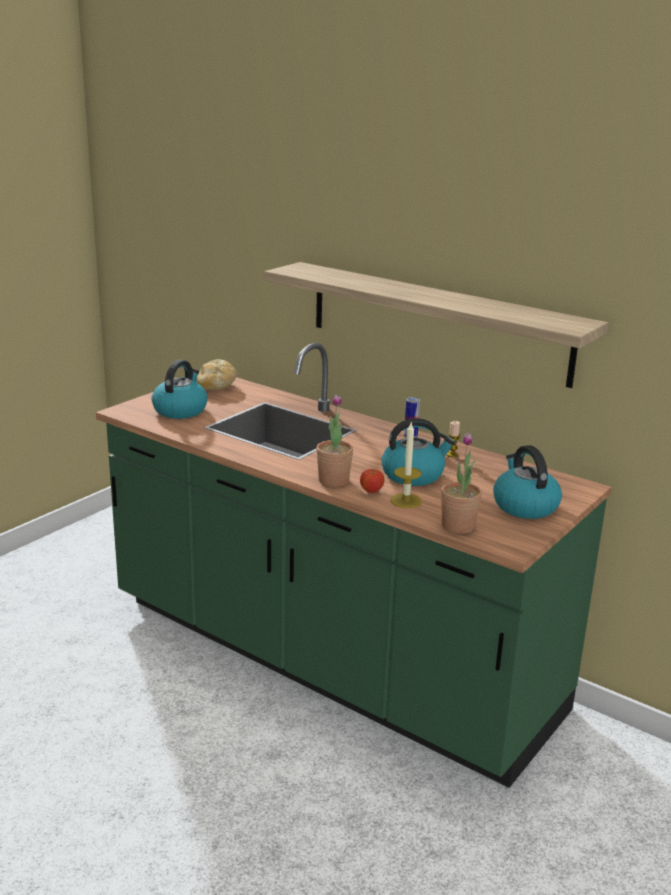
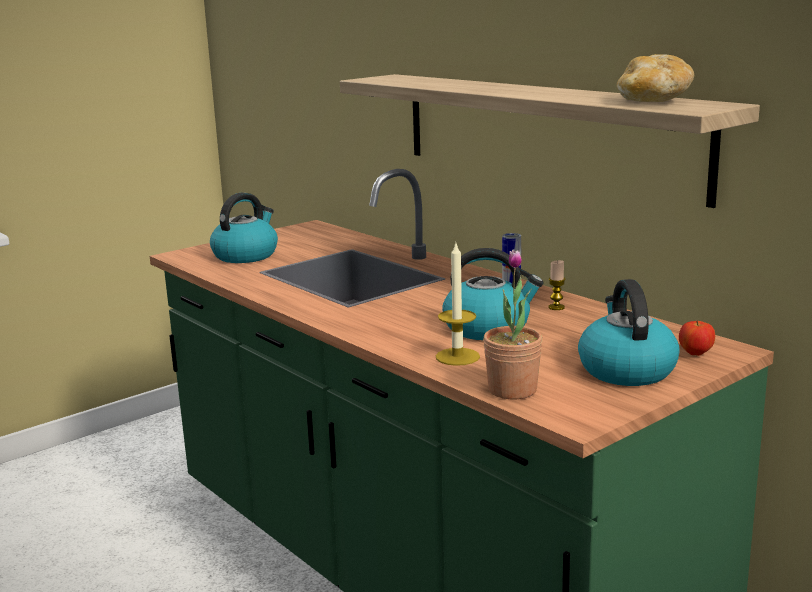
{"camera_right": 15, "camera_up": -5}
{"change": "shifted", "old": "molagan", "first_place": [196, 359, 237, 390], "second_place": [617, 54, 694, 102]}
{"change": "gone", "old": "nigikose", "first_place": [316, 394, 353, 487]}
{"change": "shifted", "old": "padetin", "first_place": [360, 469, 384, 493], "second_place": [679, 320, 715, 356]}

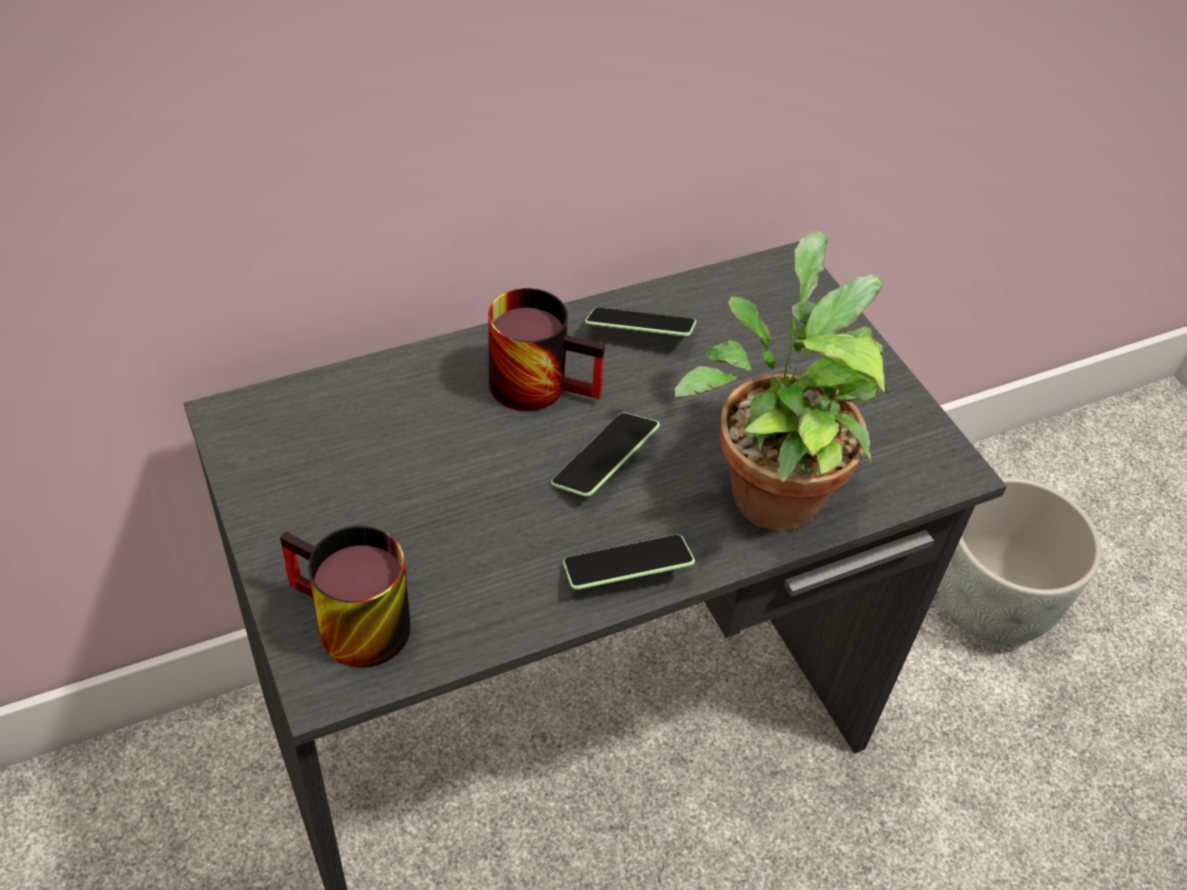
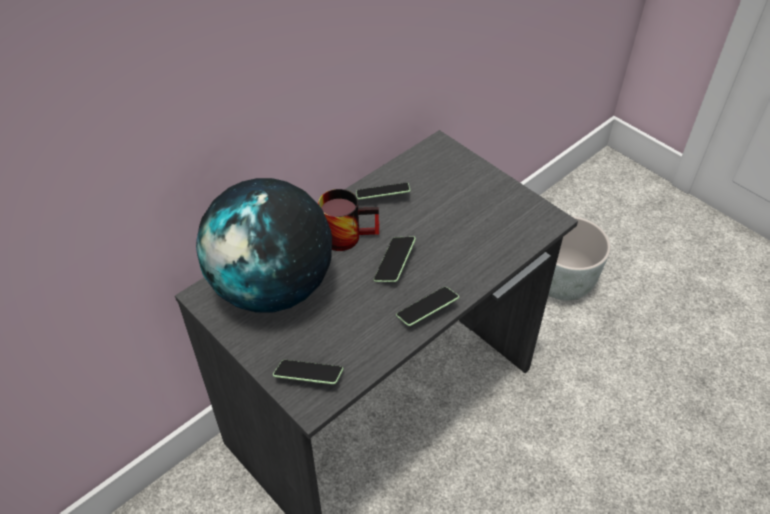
{"camera_right": -15, "camera_up": 0}
{"change": "gone", "old": "nigikose", "first_place": [675, 231, 889, 532]}
{"change": "swapped", "old": "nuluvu", "new": "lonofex", "first_place": [280, 526, 411, 667], "second_place": [273, 360, 344, 384]}
{"change": "new", "new": "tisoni", "second_place": [196, 178, 332, 313]}

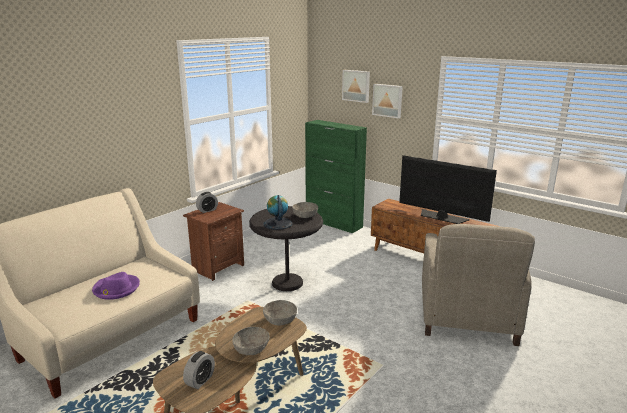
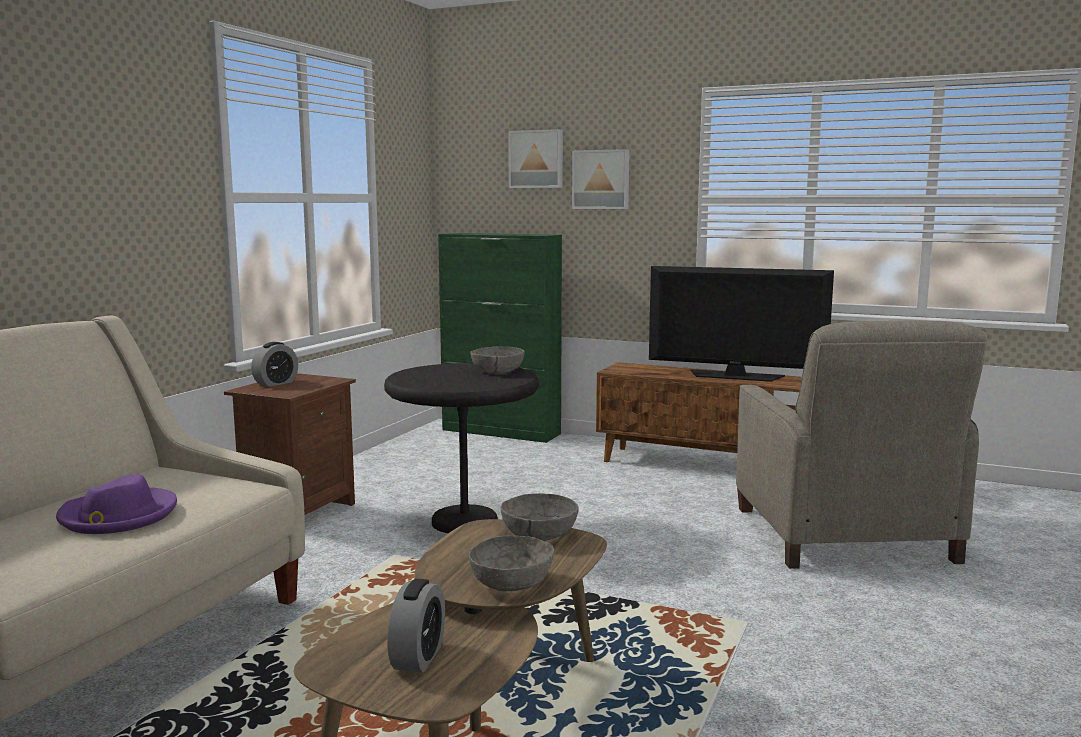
{"camera_right": -15, "camera_up": -10}
{"change": "gone", "old": "tisoni", "first_place": [263, 195, 292, 230]}

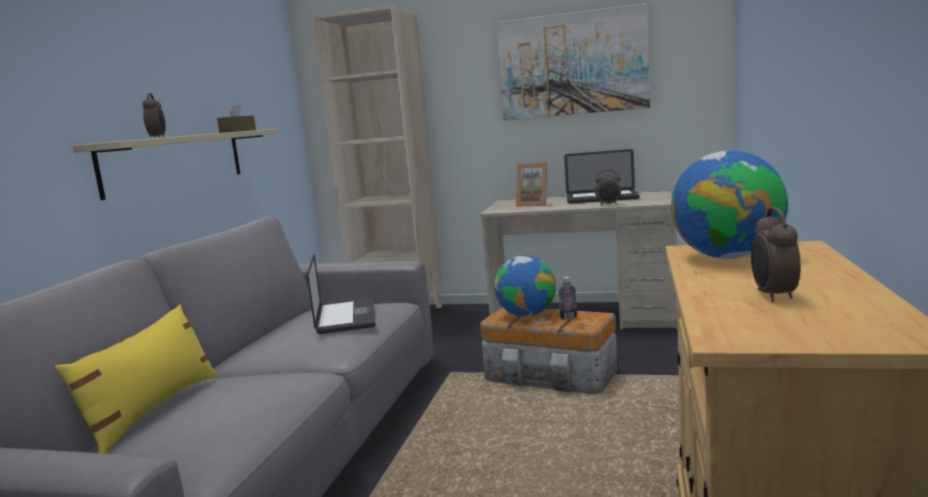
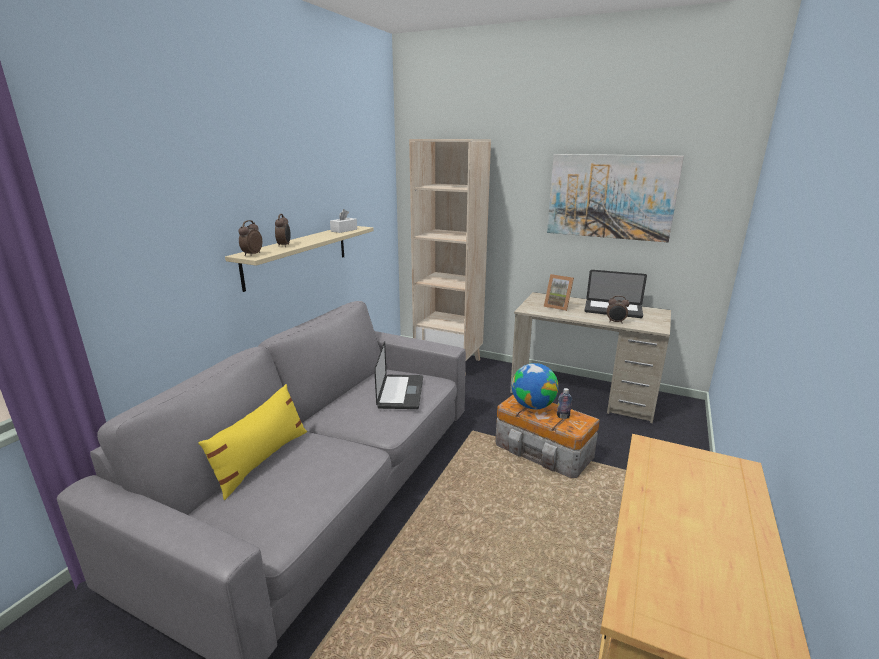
{"camera_right": 10, "camera_up": 10}
{"change": "repainted", "old": "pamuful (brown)", "new": "pamuful (white)", "first_place": [217, 102, 256, 133], "second_place": [330, 209, 357, 233]}
{"change": "gone", "old": "tisoni", "first_place": [671, 150, 788, 259]}
{"change": "shifted", "old": "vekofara", "first_place": [751, 207, 801, 302], "second_place": [239, 220, 262, 256]}

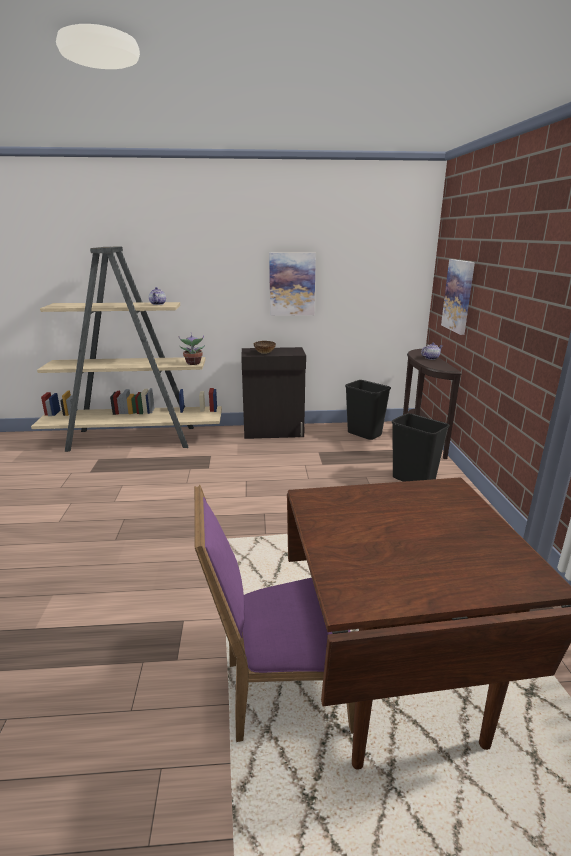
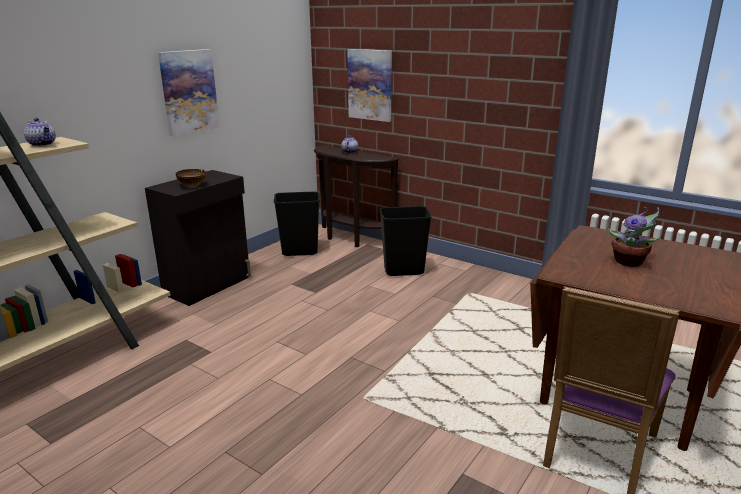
{"camera_right": -50, "camera_up": 0}
{"change": "shifted", "old": "nigikose", "first_place": [179, 332, 205, 365], "second_place": [608, 207, 660, 267]}

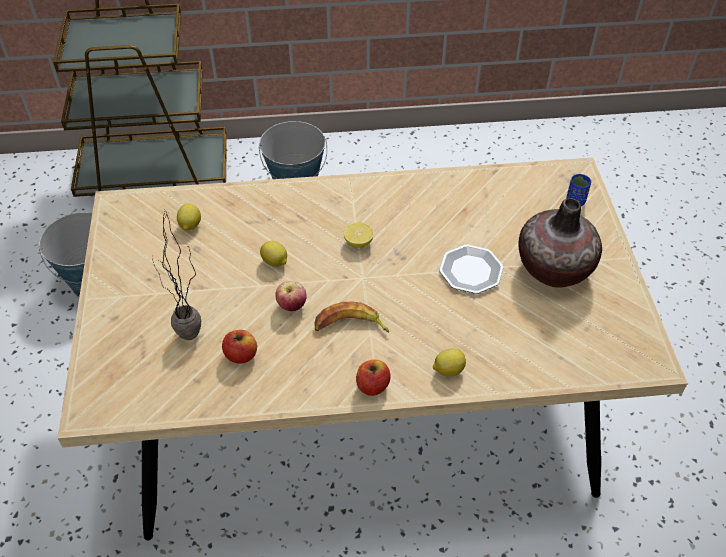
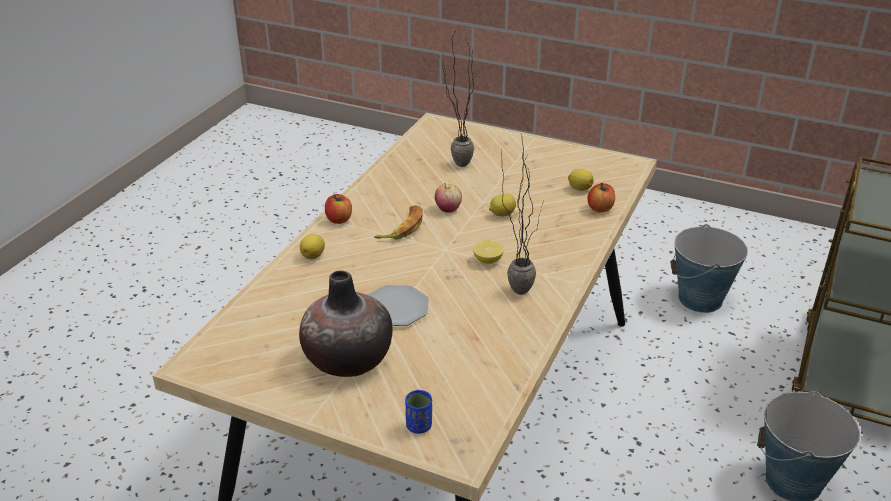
{"camera_right": 120, "camera_up": -15}
{"change": "shifted", "old": "padetin", "first_place": [222, 330, 257, 364], "second_place": [587, 183, 615, 212]}
{"change": "new", "new": "nigikose", "second_place": [501, 134, 542, 295]}

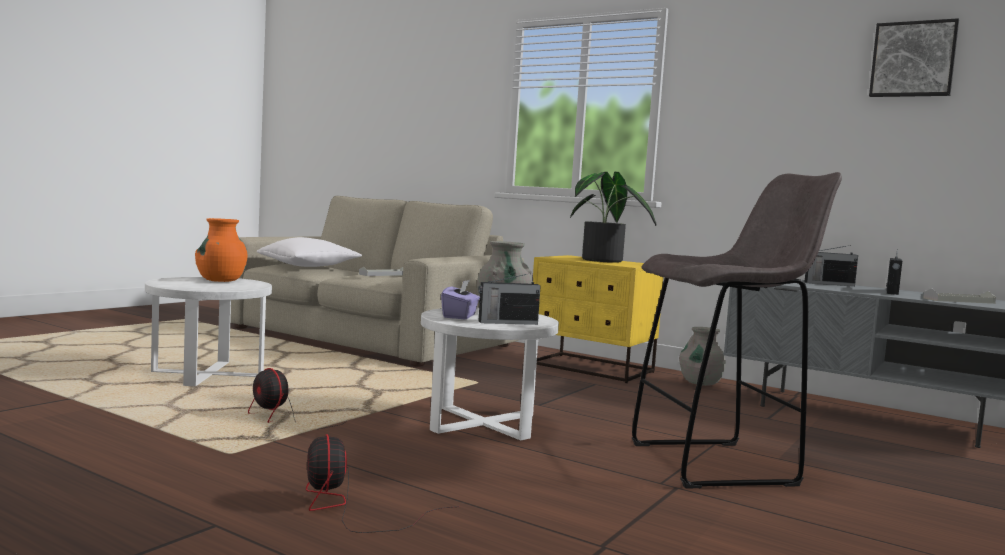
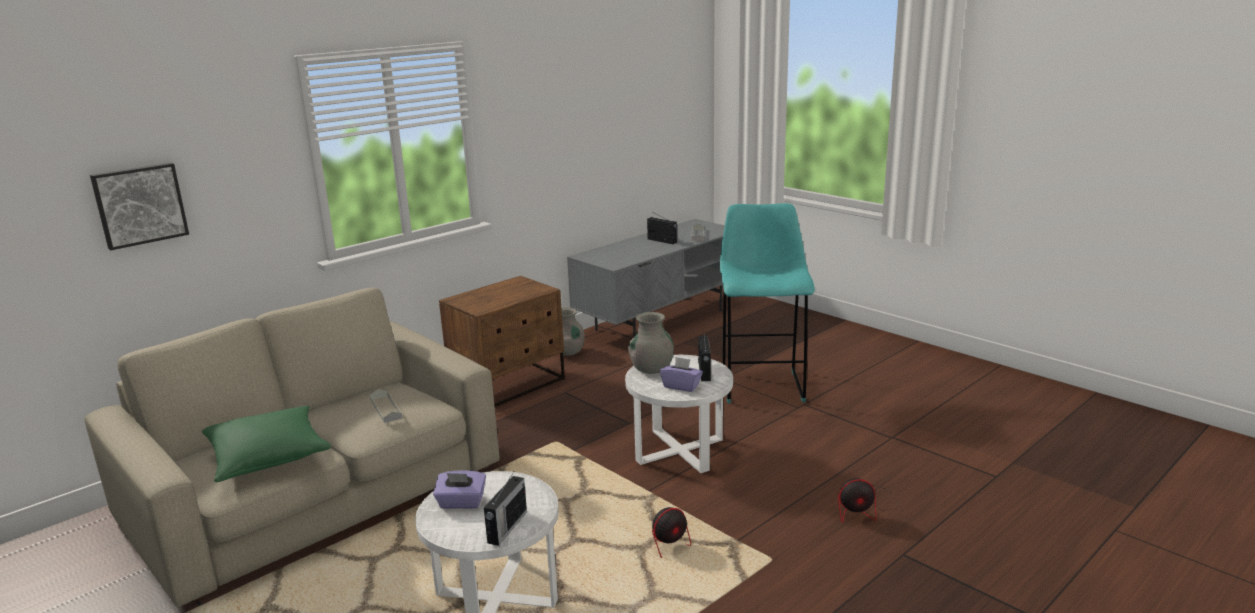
{"camera_right": -75, "camera_up": 15}
{"change": "shifted", "old": "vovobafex", "first_place": [869, 18, 959, 97], "second_place": [90, 163, 189, 250]}
{"change": "gone", "old": "nigikose", "first_place": [570, 172, 656, 263]}
{"change": "repainted", "old": "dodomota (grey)", "new": "dodomota (turquoise)", "first_place": [632, 172, 842, 489], "second_place": [720, 203, 815, 403]}
{"change": "swapped", "old": "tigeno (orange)", "new": "pamuful (purple)", "first_place": [195, 218, 248, 282], "second_place": [433, 470, 486, 509]}
{"change": "repainted", "old": "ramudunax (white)", "new": "ramudunax (green)", "first_place": [257, 237, 362, 267], "second_place": [202, 406, 331, 482]}
{"change": "shifted", "old": "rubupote", "first_place": [805, 245, 858, 286], "second_place": [484, 472, 527, 546]}
{"change": "repainted", "old": "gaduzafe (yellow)", "new": "gaduzafe (brown)", "first_place": [533, 255, 663, 383], "second_place": [439, 276, 565, 407]}

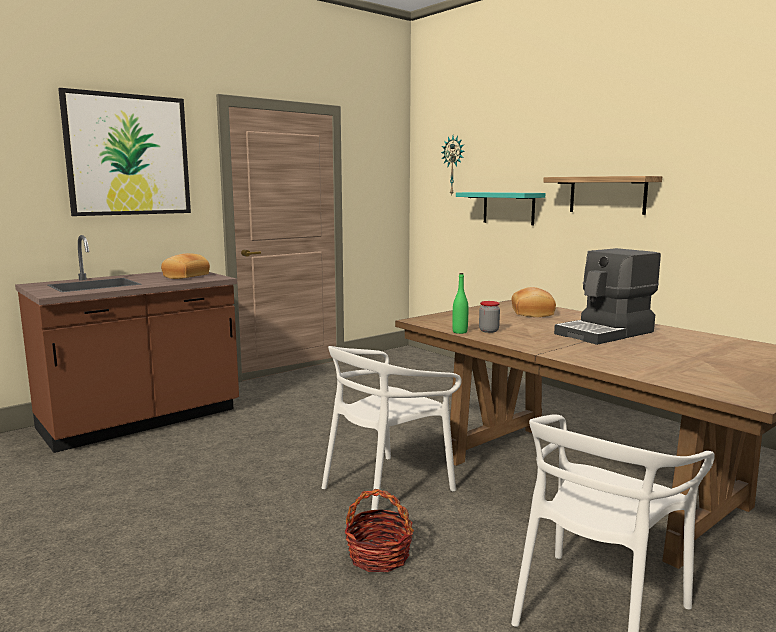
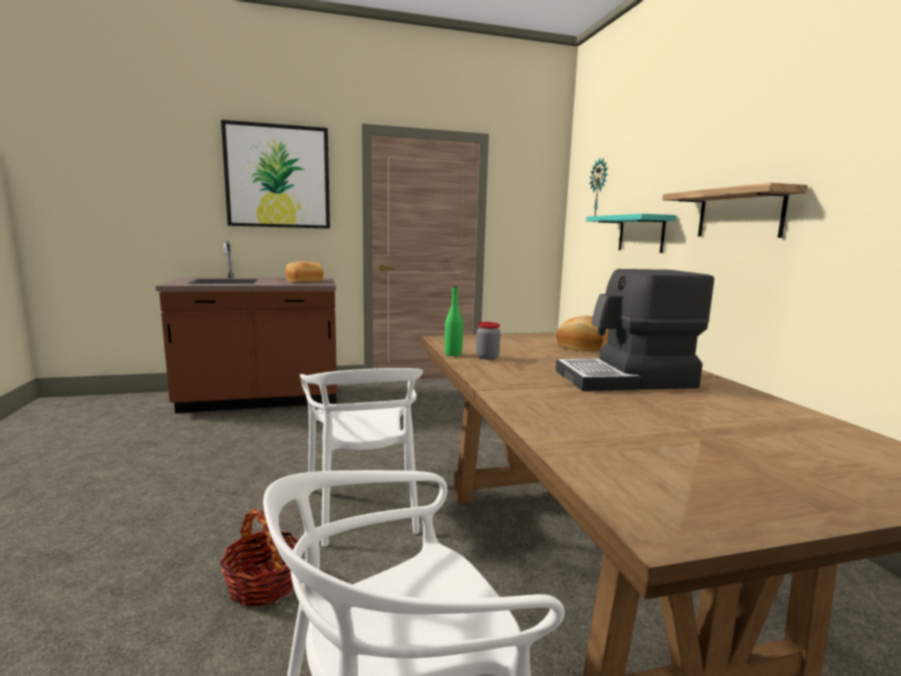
{"camera_right": 25, "camera_up": 0}
{"change": "rotated", "old": "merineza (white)", "first_place": [322, 346, 462, 517], "second_place": [300, 368, 423, 547], "degrees": -90}

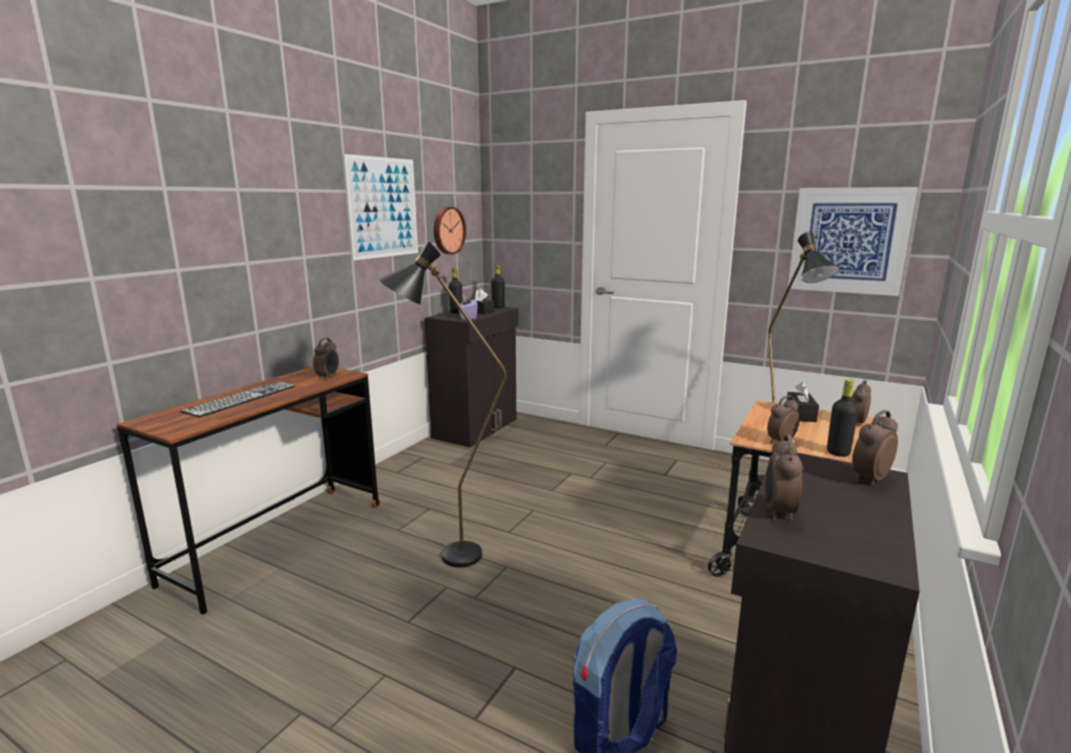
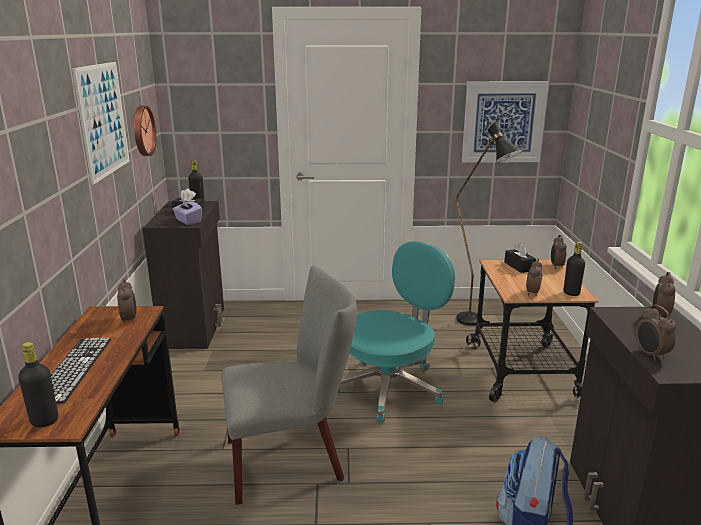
{"camera_right": -30, "camera_up": 5}
{"change": "swapped", "old": "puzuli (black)", "new": "merineza (grey)", "first_place": [379, 240, 507, 568], "second_place": [221, 266, 357, 505]}
{"change": "shifted", "old": "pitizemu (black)", "first_place": [448, 268, 462, 313], "second_place": [18, 342, 58, 427]}
{"change": "new", "new": "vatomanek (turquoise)", "second_place": [337, 241, 455, 423]}

